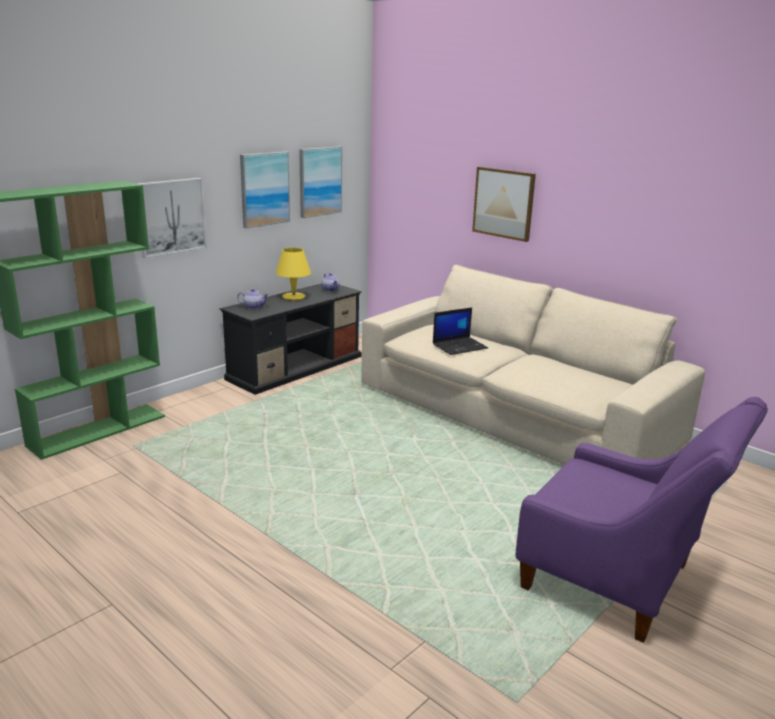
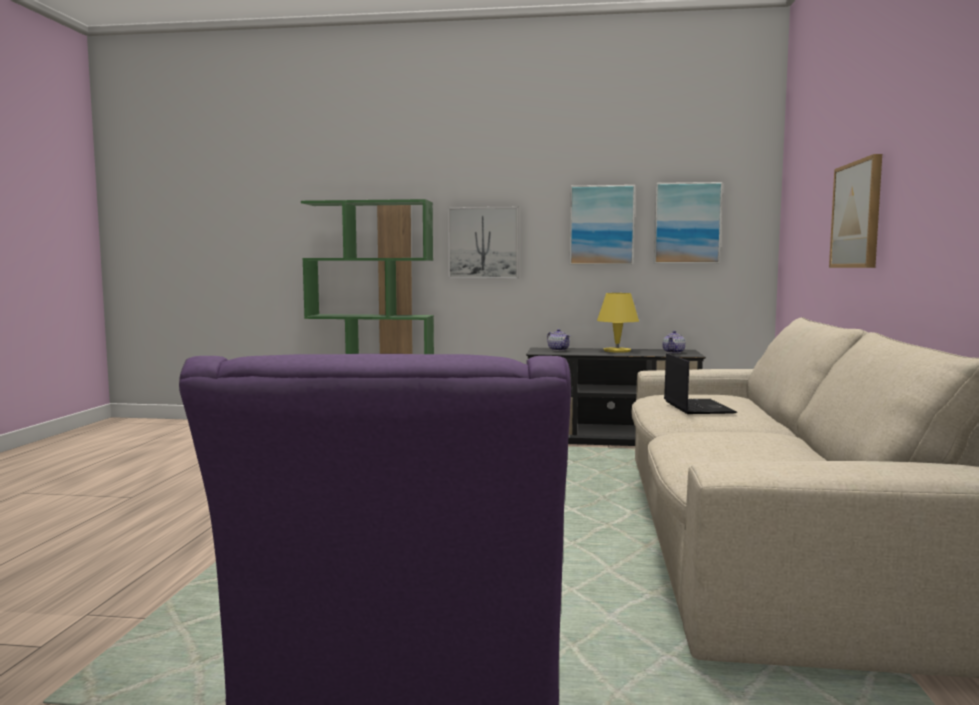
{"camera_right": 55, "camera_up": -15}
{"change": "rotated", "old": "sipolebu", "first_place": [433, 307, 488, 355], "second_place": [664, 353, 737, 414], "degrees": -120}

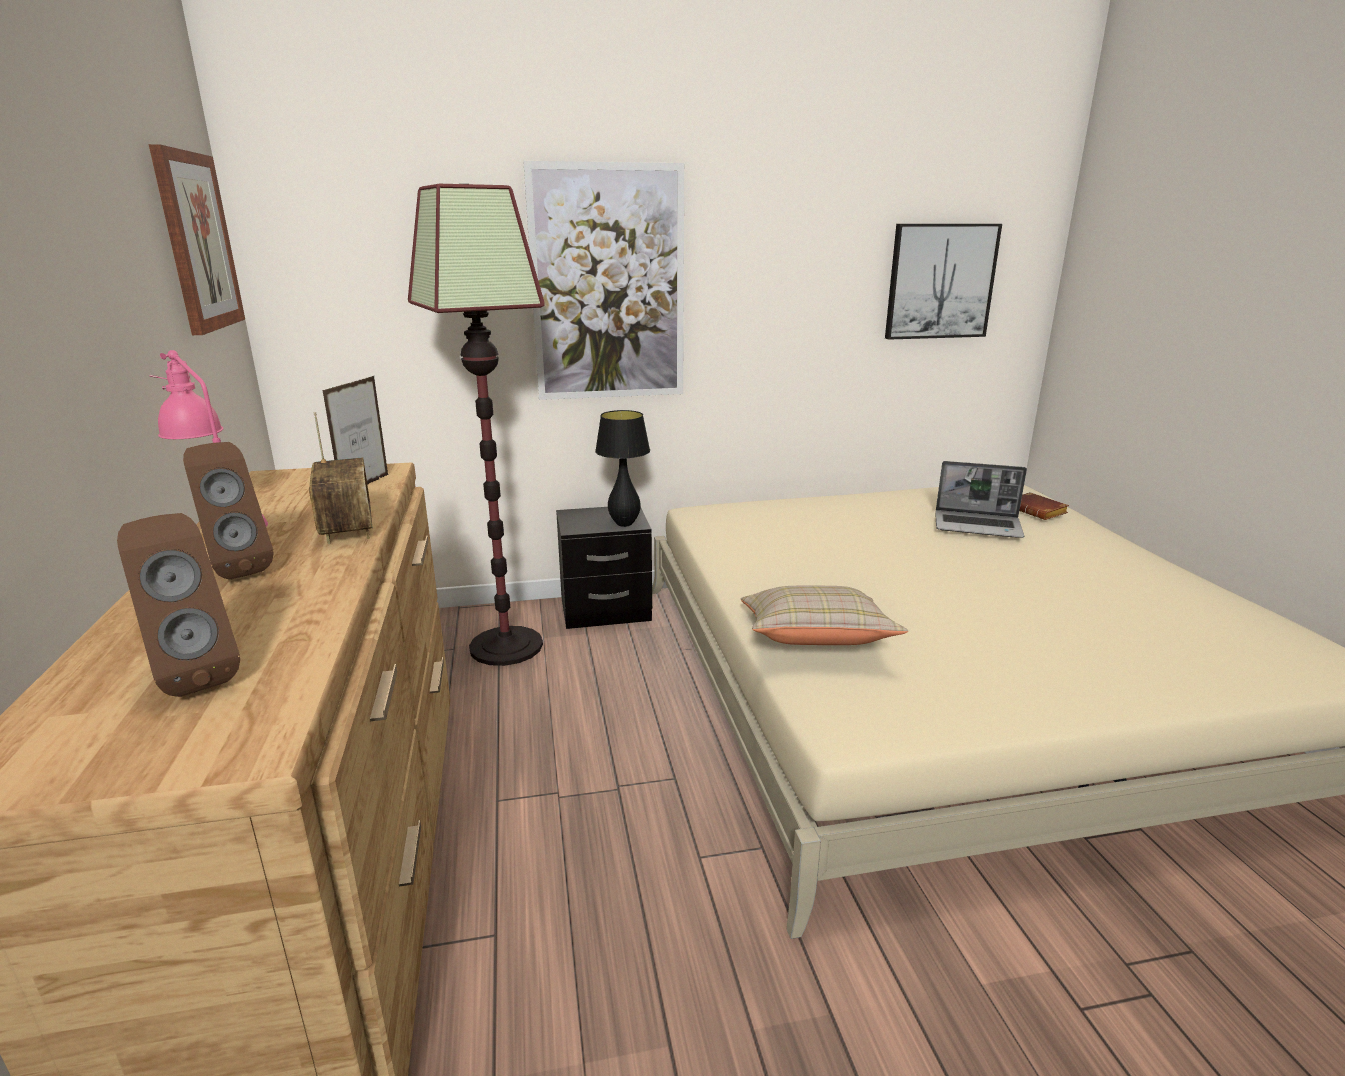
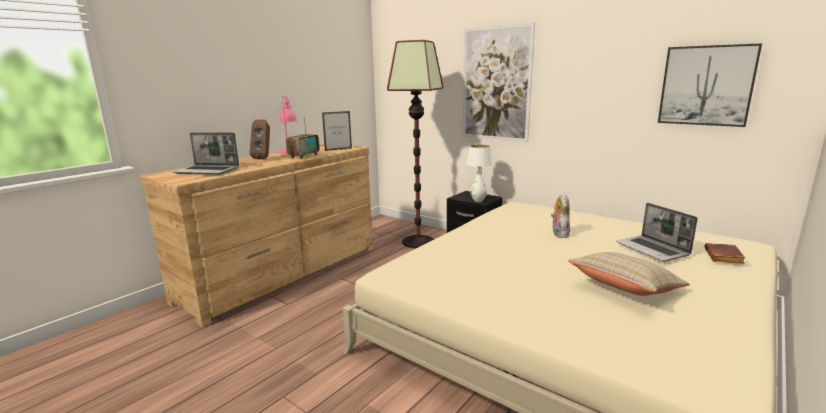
{"camera_right": 50, "camera_up": -5}
{"change": "gone", "old": "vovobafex", "first_place": [149, 144, 245, 335]}
{"change": "repainted", "old": "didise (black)", "new": "didise (white)", "first_place": [595, 410, 650, 527], "second_place": [466, 144, 493, 202]}
{"change": "swapped", "old": "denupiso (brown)", "new": "sipolebu", "first_place": [117, 513, 240, 697], "second_place": [173, 132, 239, 175]}
{"change": "shifted", "old": "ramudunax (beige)", "first_place": [741, 586, 908, 645], "second_place": [568, 252, 690, 296]}
{"change": "new", "new": "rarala", "second_place": [551, 193, 570, 238]}

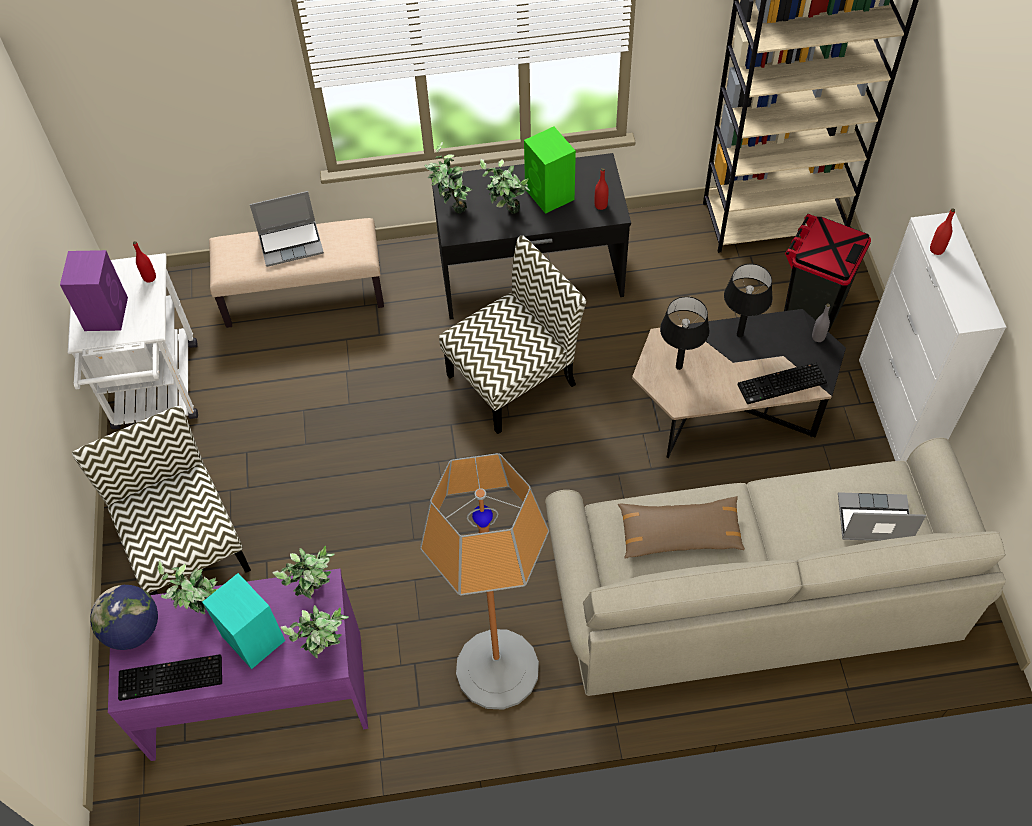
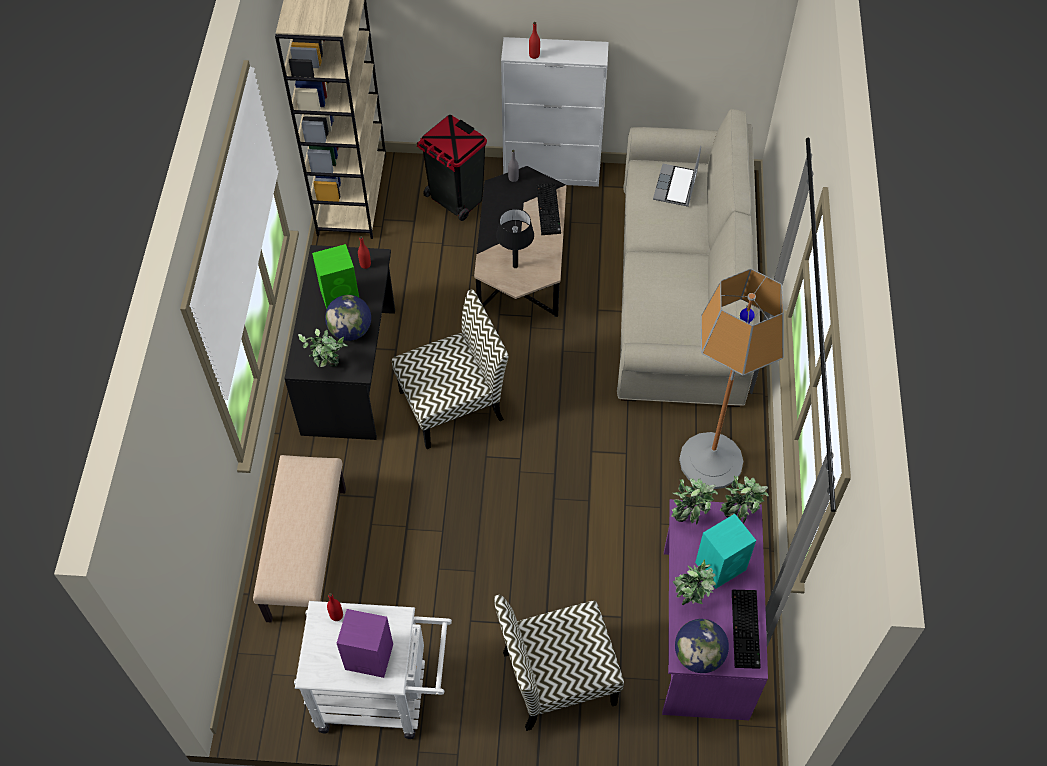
{"camera_right": -80, "camera_up": 0}
{"change": "swapped", "old": "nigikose", "new": "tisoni", "first_place": [480, 159, 530, 214], "second_place": [325, 295, 371, 341]}
{"change": "gone", "old": "sipolebu", "first_place": [250, 191, 324, 267]}
{"change": "rotated", "old": "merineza", "first_place": [439, 235, 586, 434], "second_place": [392, 289, 509, 449], "degrees": 90}
{"change": "gone", "old": "didise (black)", "first_place": [724, 264, 773, 337]}
{"change": "gone", "old": "ramudunax (brown)", "first_place": [618, 496, 745, 559]}

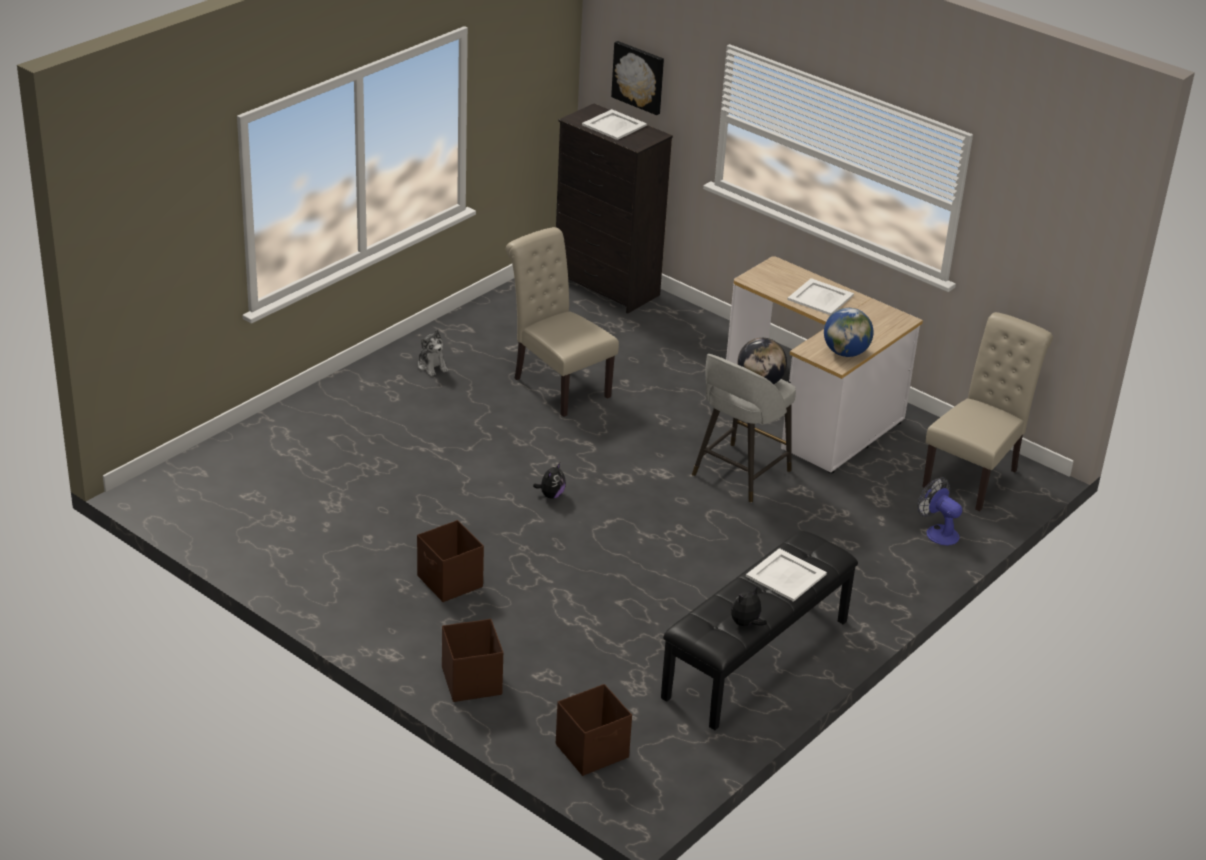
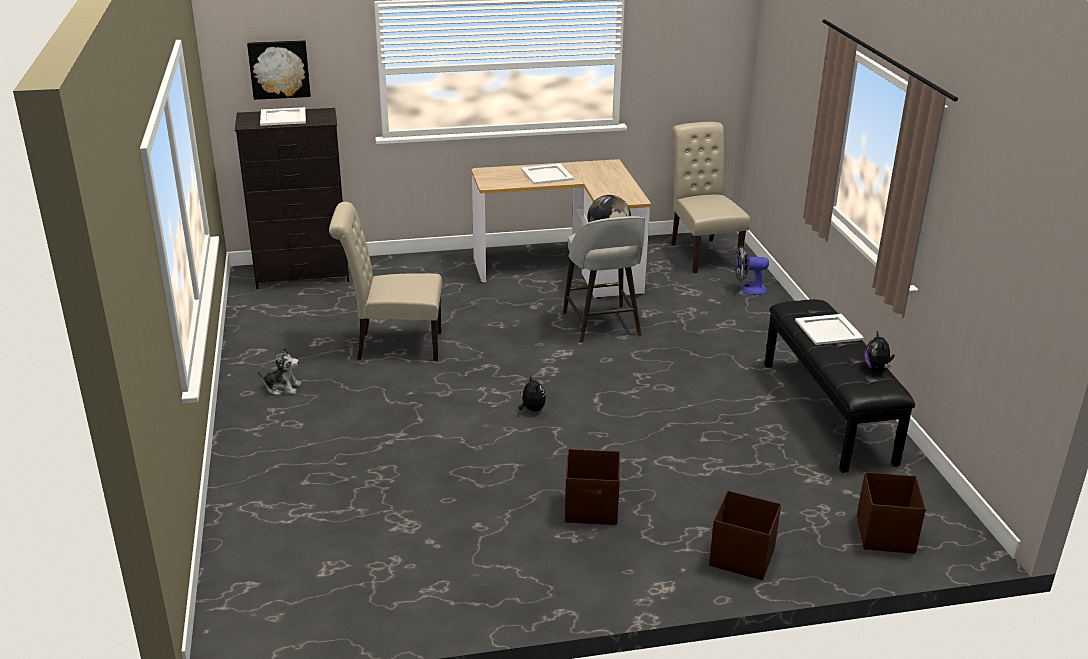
{"camera_right": -50, "camera_up": -5}
{"change": "gone", "old": "tisoni", "first_place": [824, 308, 873, 357]}

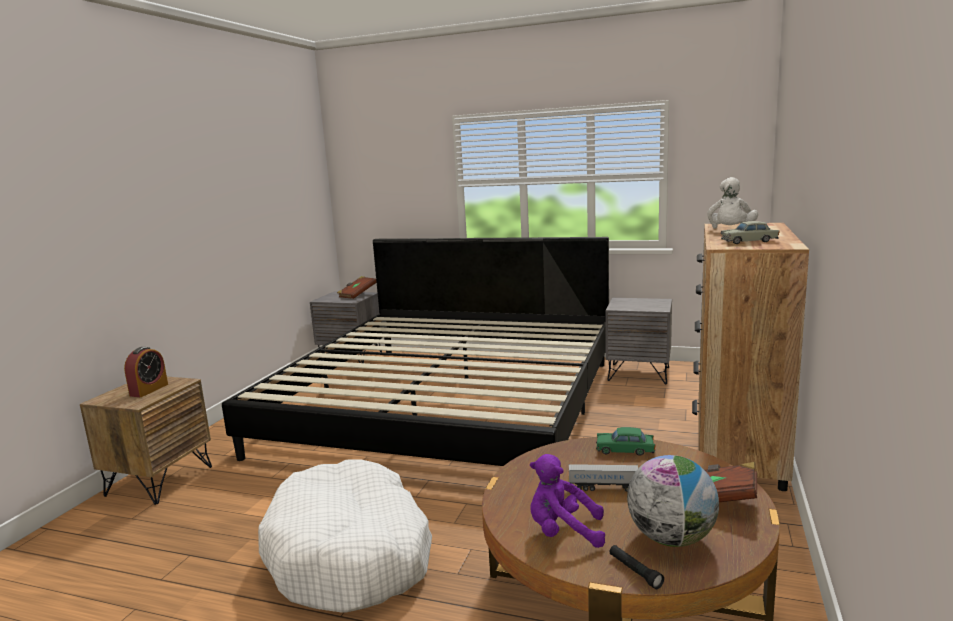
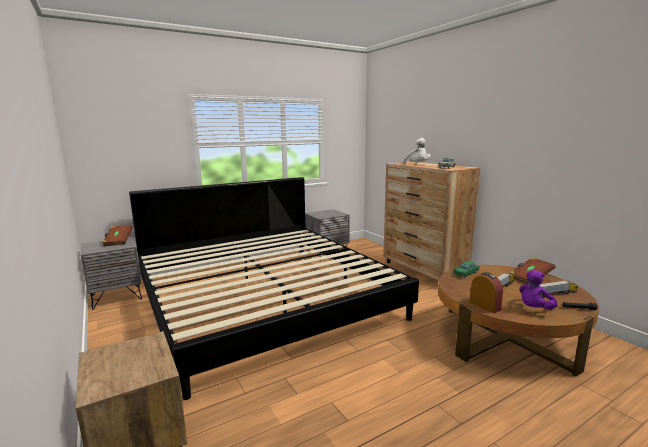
{"camera_right": -50, "camera_up": 0}
{"change": "shifted", "old": "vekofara", "first_place": [124, 347, 168, 397], "second_place": [470, 272, 503, 313]}
{"change": "swapped", "old": "tisoni", "new": "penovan", "first_place": [627, 455, 719, 547], "second_place": [540, 280, 578, 298]}
{"change": "gone", "old": "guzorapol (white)", "first_place": [258, 460, 432, 613]}

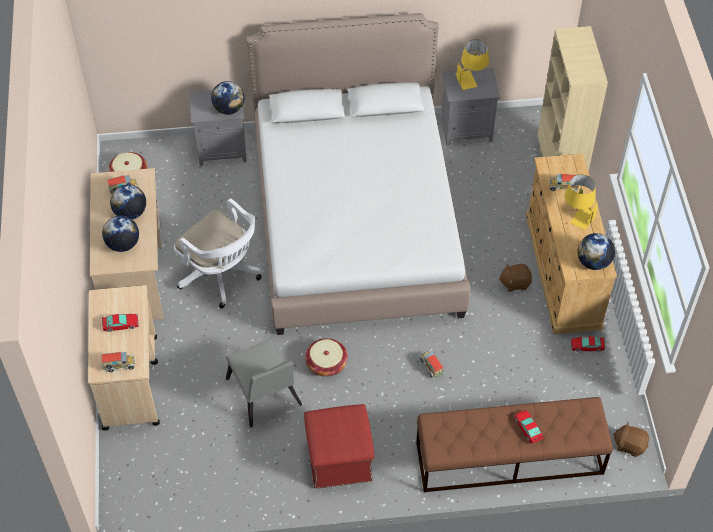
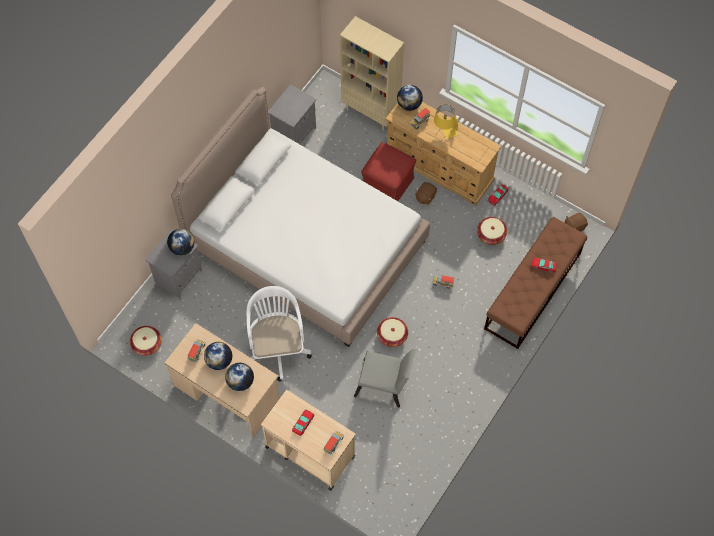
{"camera_right": -50, "camera_up": 10}
{"change": "gone", "old": "didise (yellow)", "first_place": [455, 39, 489, 90]}
{"change": "rotated", "old": "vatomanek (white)", "first_place": [174, 198, 261, 308], "second_place": [247, 286, 312, 381], "degrees": -90}
{"change": "shifted", "old": "tisoni", "first_place": [577, 233, 615, 270], "second_place": [397, 85, 423, 111]}
{"change": "shifted", "old": "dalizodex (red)", "first_place": [304, 404, 375, 489], "second_place": [361, 142, 416, 201]}
{"change": "new", "new": "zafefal", "second_place": [477, 217, 507, 245]}

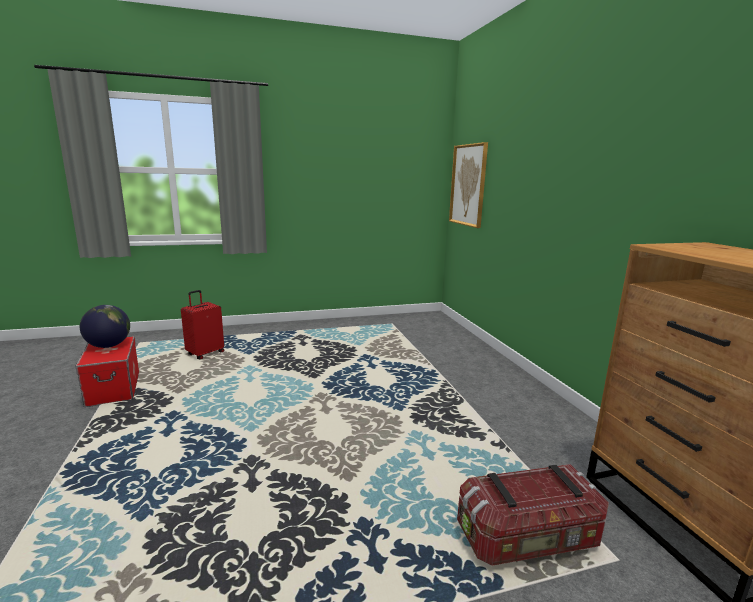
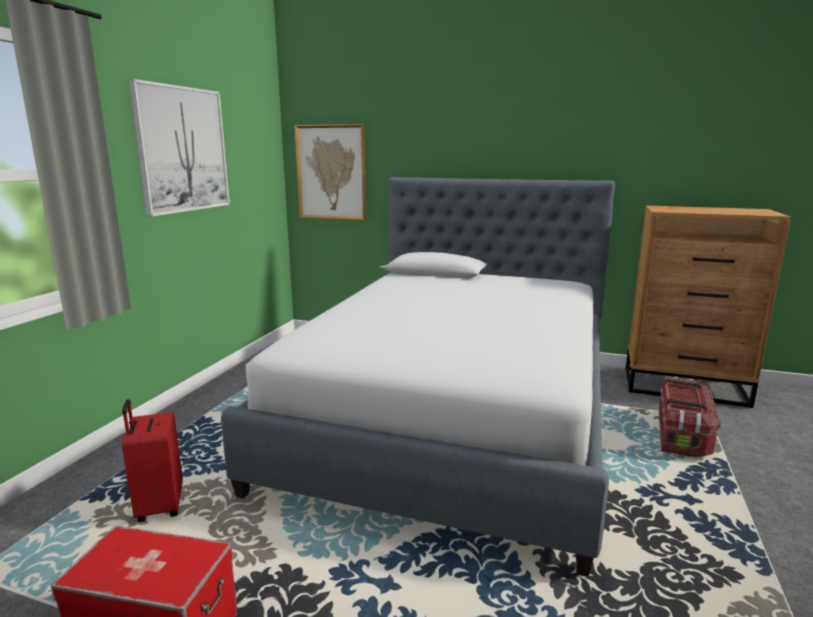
{"camera_right": -55, "camera_up": 0}
{"change": "gone", "old": "tisoni", "first_place": [80, 305, 130, 348]}
{"change": "new", "new": "vovobafex", "second_place": [128, 79, 230, 217]}
{"change": "new", "new": "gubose", "second_place": [221, 177, 615, 577]}

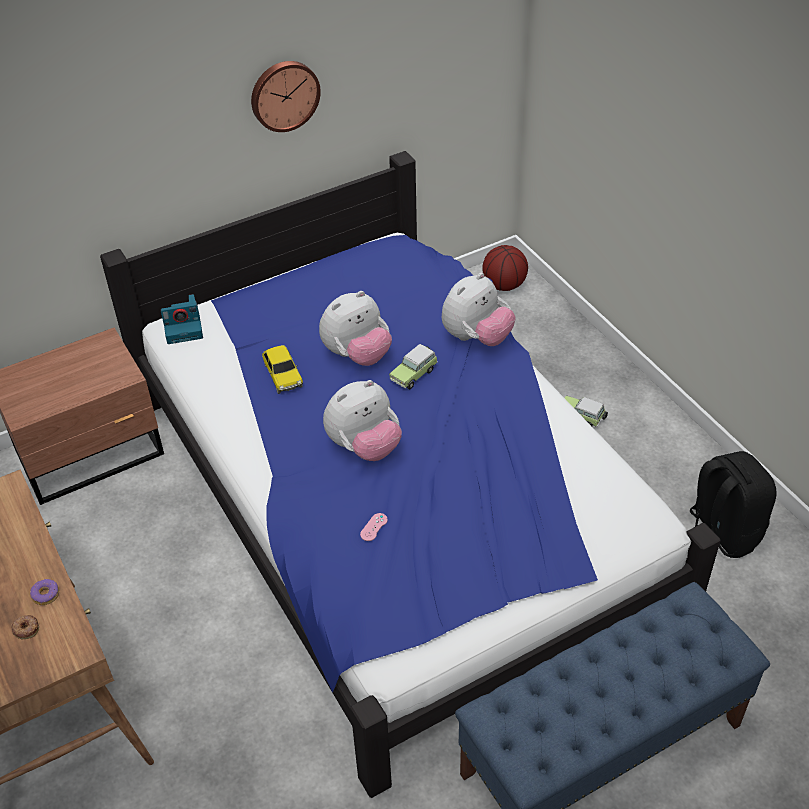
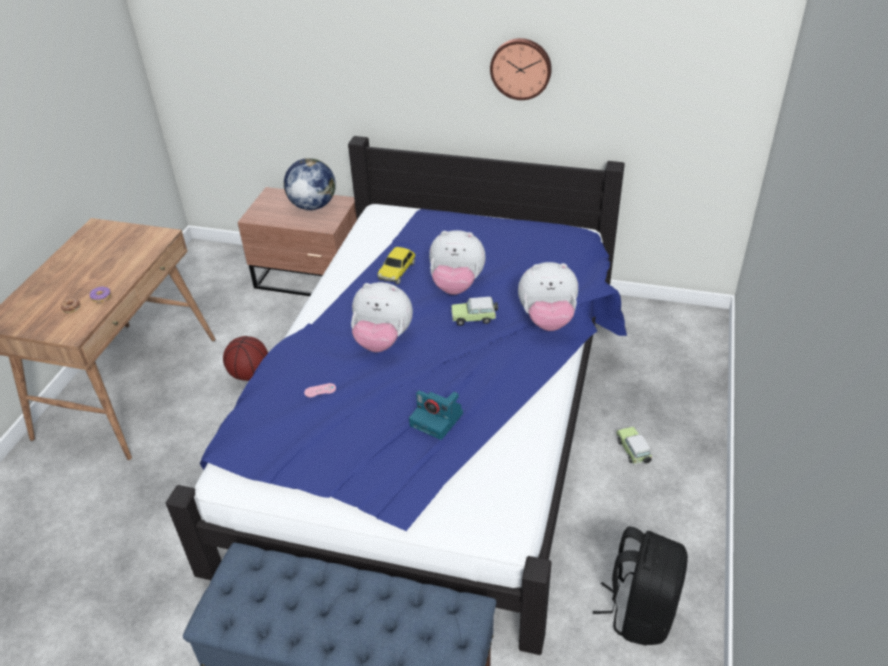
{"camera_right": 45, "camera_up": -5}
{"change": "shifted", "old": "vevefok", "first_place": [482, 245, 528, 291], "second_place": [223, 336, 268, 381]}
{"change": "shifted", "old": "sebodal", "first_place": [161, 294, 203, 344], "second_place": [409, 390, 463, 440]}
{"change": "new", "new": "tisoni", "second_place": [284, 158, 336, 210]}

